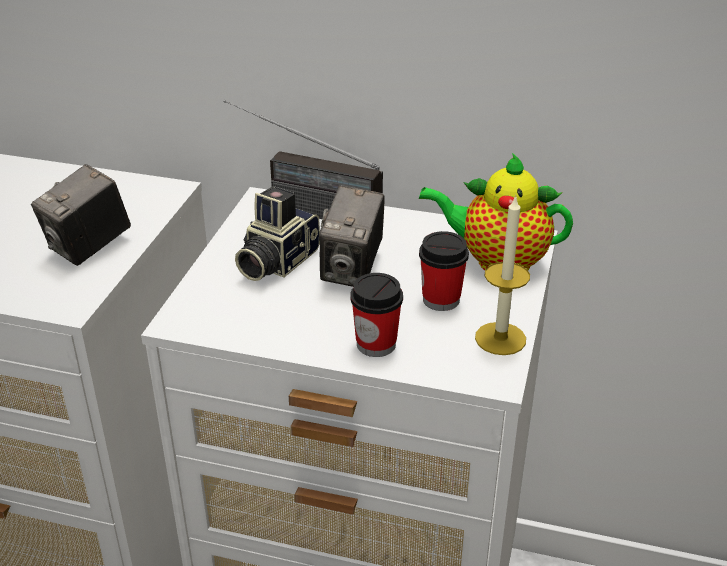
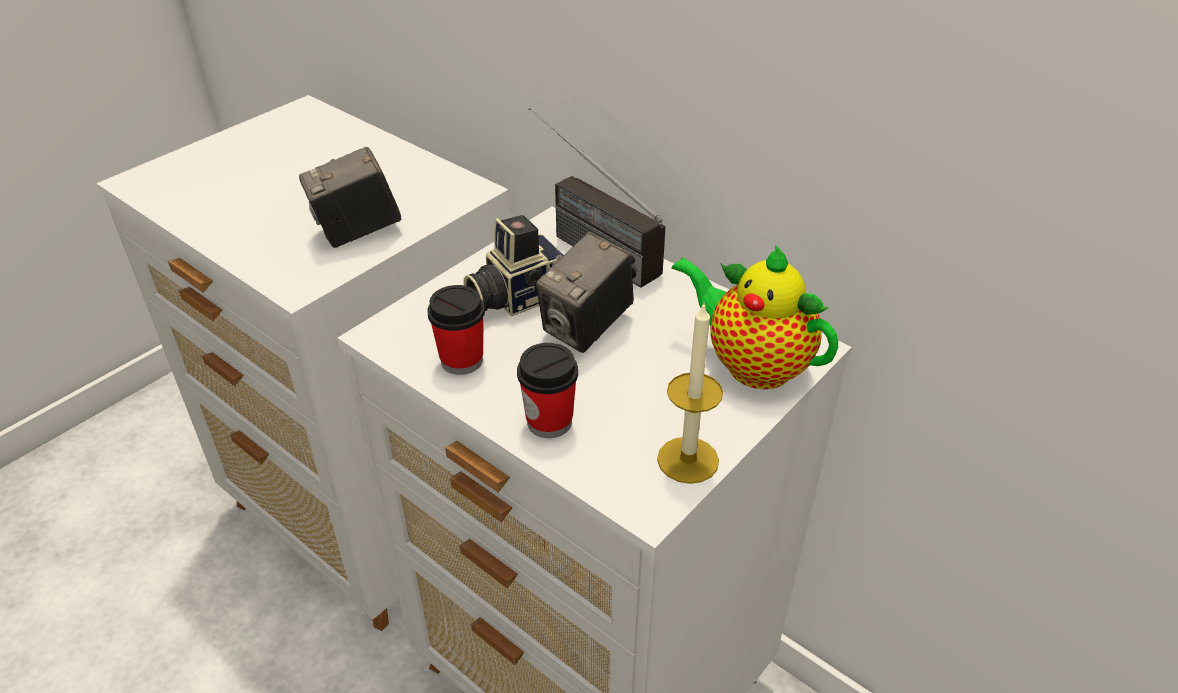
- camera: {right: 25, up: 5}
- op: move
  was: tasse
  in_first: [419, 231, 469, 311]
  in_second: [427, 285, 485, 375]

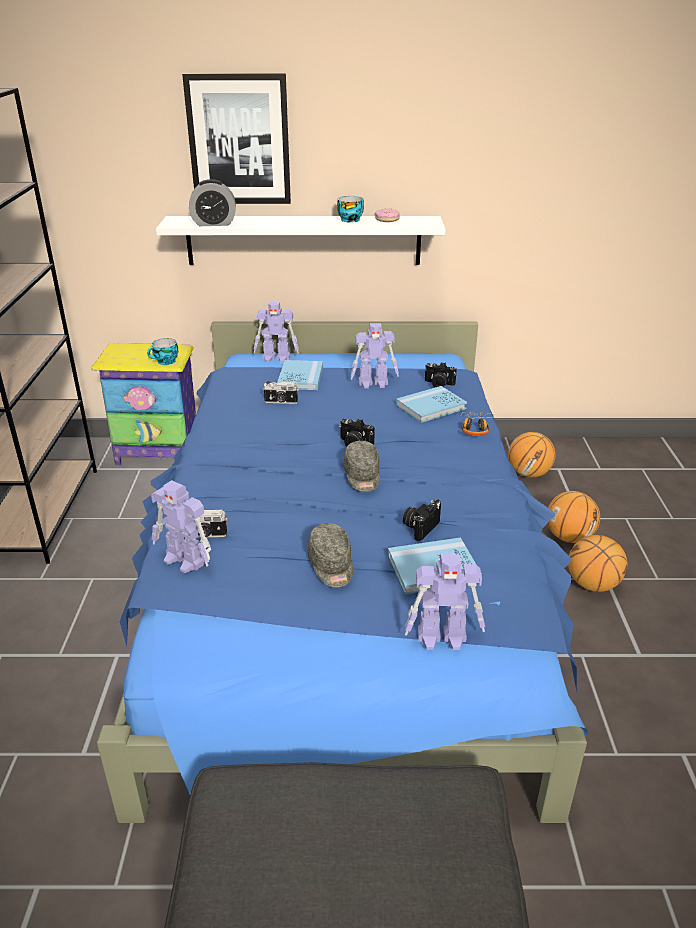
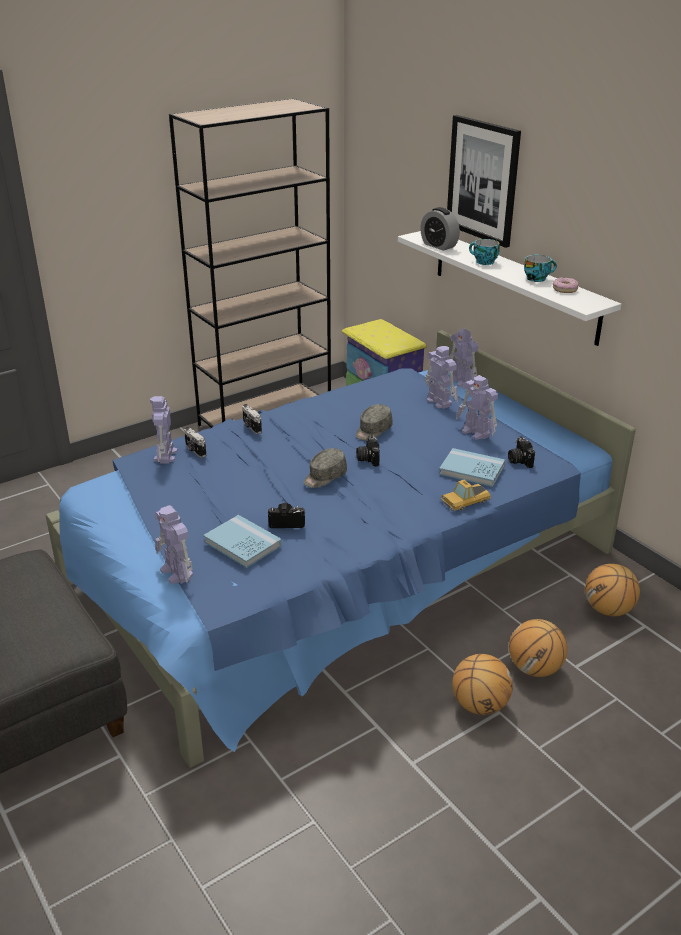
- camera: {right: 55, up: 0}
- op: move
  was: tasse
  in_first: [147, 338, 178, 365]
  in_second: [469, 239, 500, 265]
- op: move
  was: appareil photo
  in_first: [263, 381, 299, 404]
  in_second: [242, 404, 262, 434]
- op: replace
  was: livre [bleu]
  now: robot jouet
  in_first: [277, 360, 323, 390]
  in_second: [424, 346, 458, 409]
- op: move
  was: casquette [gris]
  in_first: [308, 523, 353, 587]
  in_second: [356, 404, 393, 441]
- op: replace
  was: casque audio
  now: petite voiture
  in_first: [457, 412, 494, 436]
  in_second: [440, 480, 491, 511]

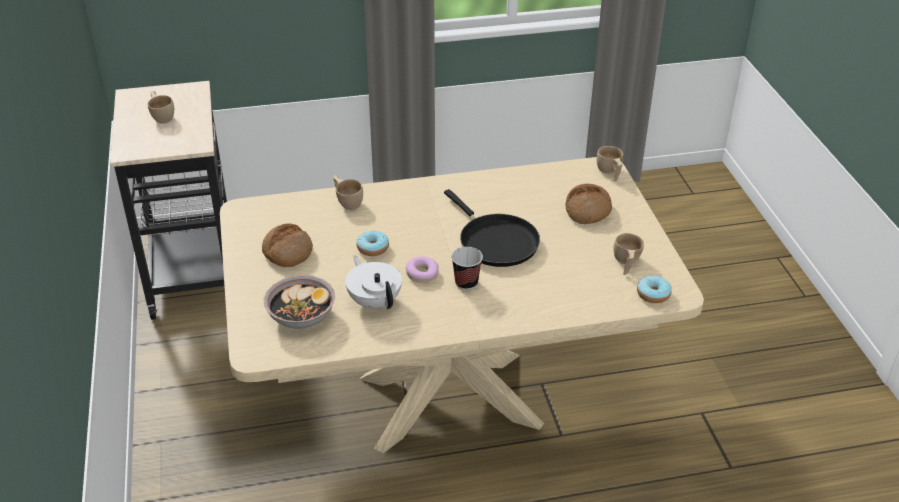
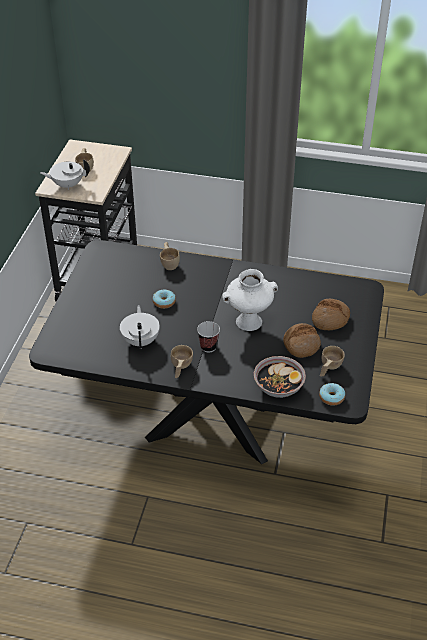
- camera: {right: 25, up: 5}
- op: recolor
  was: table à manger [beige]
  now: table à manger [noir]
  in_first: [220, 157, 704, 453]
  in_second: [29, 240, 384, 464]
- op: move
  was: pain
  in_first: [262, 223, 313, 267]
  in_second: [283, 323, 321, 358]
- op: move
  was: bol
  in_first: [264, 275, 335, 329]
  in_second: [254, 356, 306, 398]
- op: delete
  was: beignet
  in_first: [406, 256, 439, 282]
- op: replace
  was: poêle [noir]
  now: vase [blanc]
  in_first: [444, 189, 540, 267]
  in_second: [222, 269, 278, 331]
- op: move
  was: tasse [beige]
  in_first: [597, 146, 623, 182]
  in_second: [171, 345, 193, 378]
- op: insert
  now: théière [blanc]
  in_second: [40, 159, 90, 190]

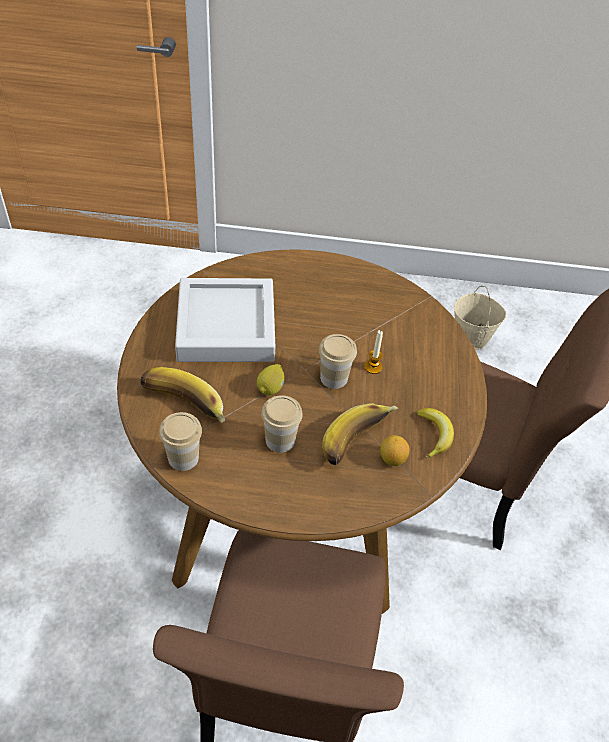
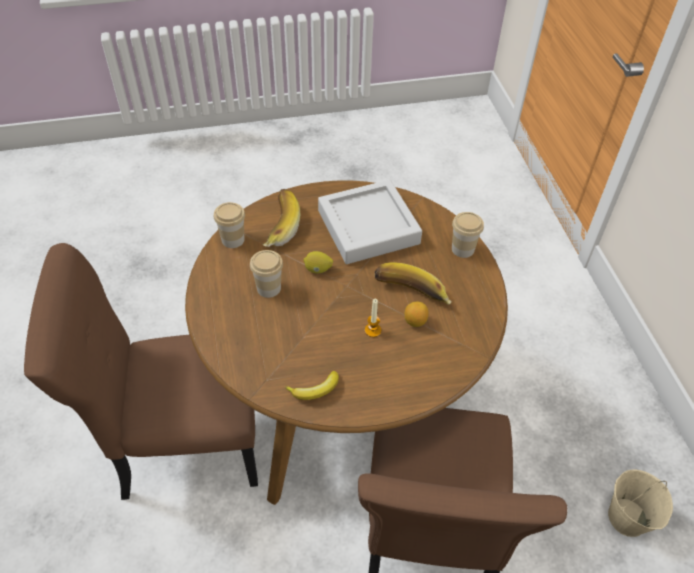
- camera: {right: 75, up: 0}
- op: move
  was: tasse
  in_first: [319, 334, 357, 389]
  in_second: [452, 212, 484, 258]
- op: move
  was: banane
  in_first: [322, 403, 399, 466]
  in_second: [375, 262, 451, 304]
- op: move
  was: citron
  in_first: [380, 435, 410, 466]
  in_second: [405, 302, 429, 327]

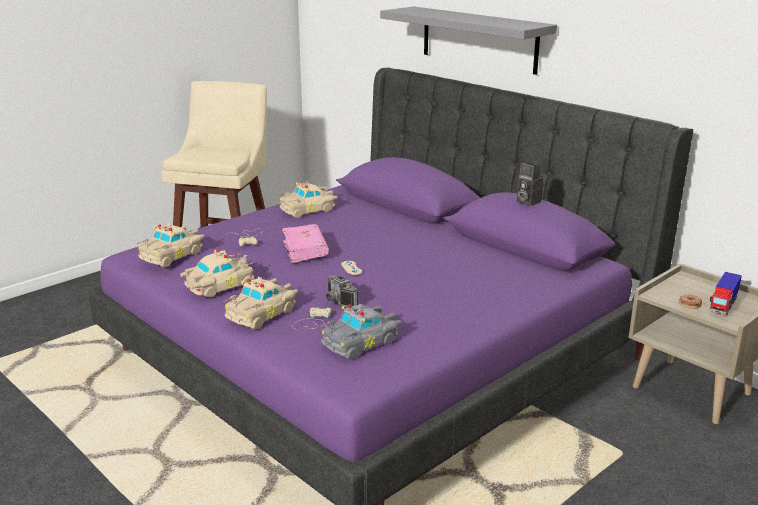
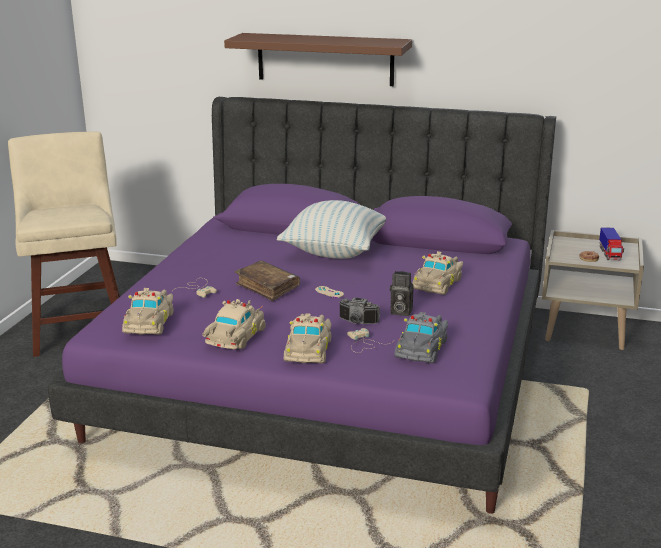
- camera: {right: -30, up: 0}
- op: move
  was: petite voiture [beige]
  in_first: [280, 181, 337, 218]
  in_second: [412, 251, 463, 295]
- op: recolor
  was: livre [rose]
  now: livre [marron]
  in_first: [282, 224, 329, 263]
  in_second: [235, 261, 300, 301]
- op: recolor
  was: étagère [gris]
  now: étagère [marron]
  in_first: [380, 6, 557, 75]
  in_second: [224, 33, 412, 86]
- op: move
  was: appareil photo
  in_first: [517, 162, 543, 206]
  in_second: [390, 271, 414, 316]
- op: insert
  now: coussin
  in_second: [277, 200, 386, 259]

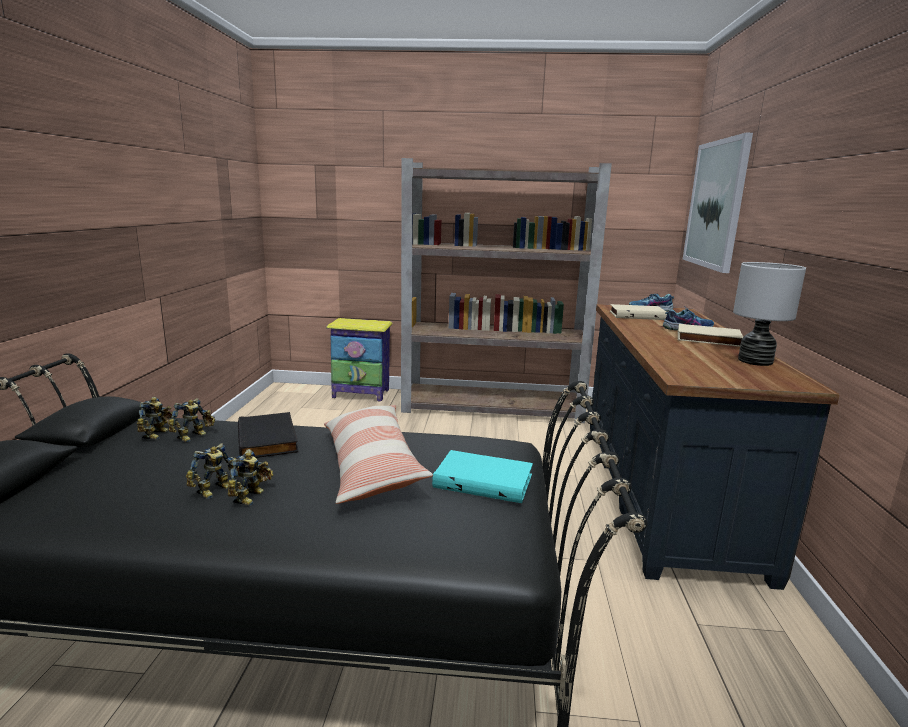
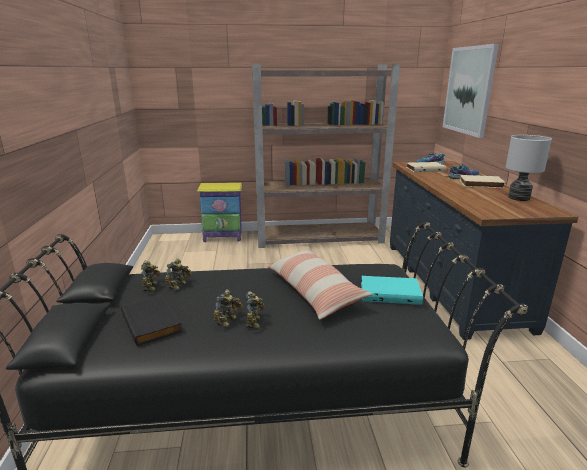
- camera: {right: -10, up: 5}
- op: move
  was: livre [noir]
  in_first: [238, 412, 299, 458]
  in_second: [121, 295, 182, 346]

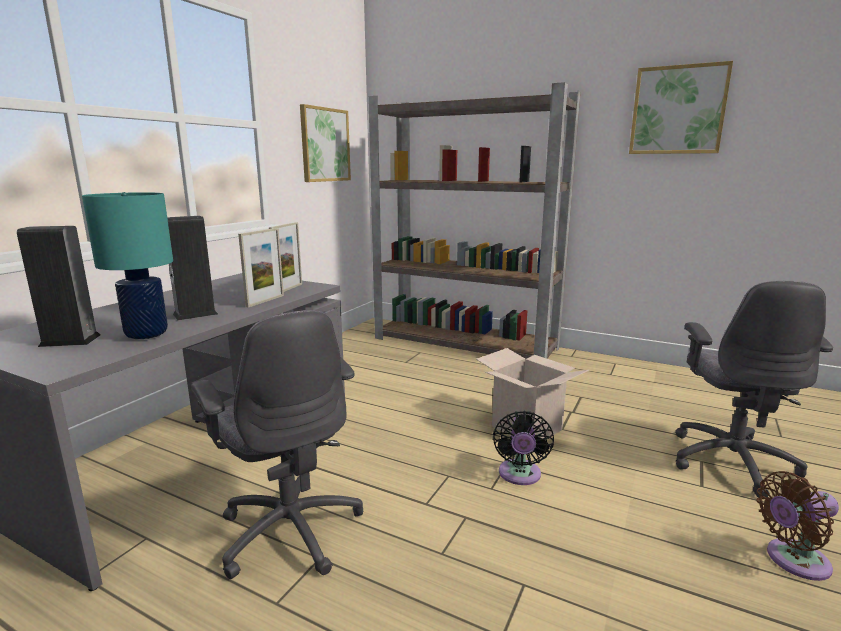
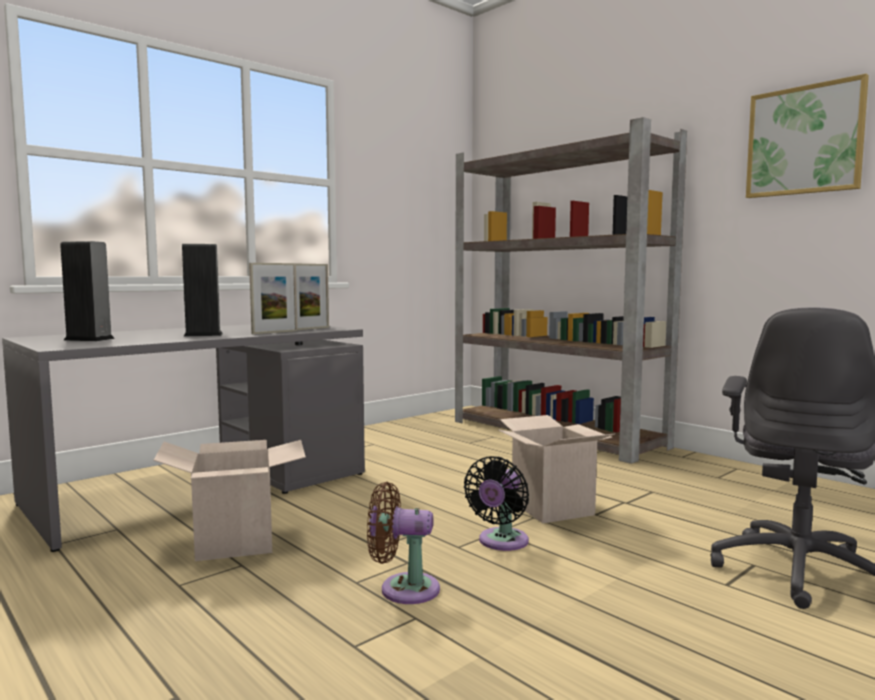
- camera: {right: 20, up: -10}
- op: delete
  was: lampe de table [turquoise]
  in_first: [82, 192, 173, 339]
- op: replace
  was: chaise de bureau [gris]
  now: carton
  in_first: [191, 310, 363, 579]
  in_second: [153, 440, 306, 561]
- op: delete
  was: tableau
  in_first: [300, 104, 351, 182]
- op: move
  was: ventilateur [marron]
  in_first: [756, 471, 839, 581]
  in_second: [367, 482, 440, 604]

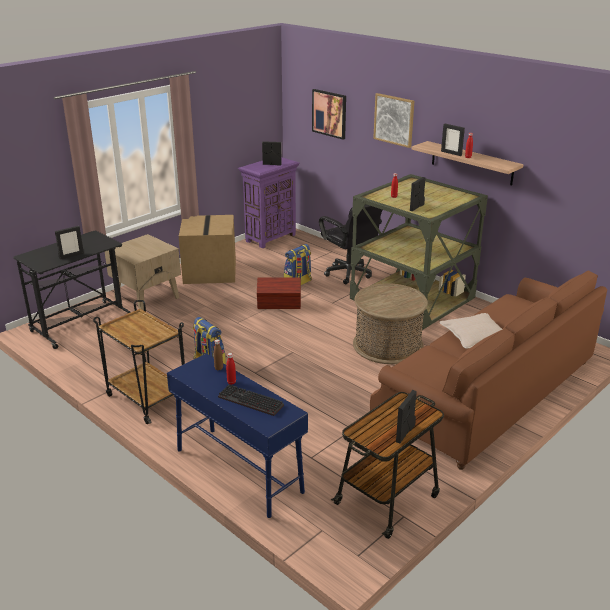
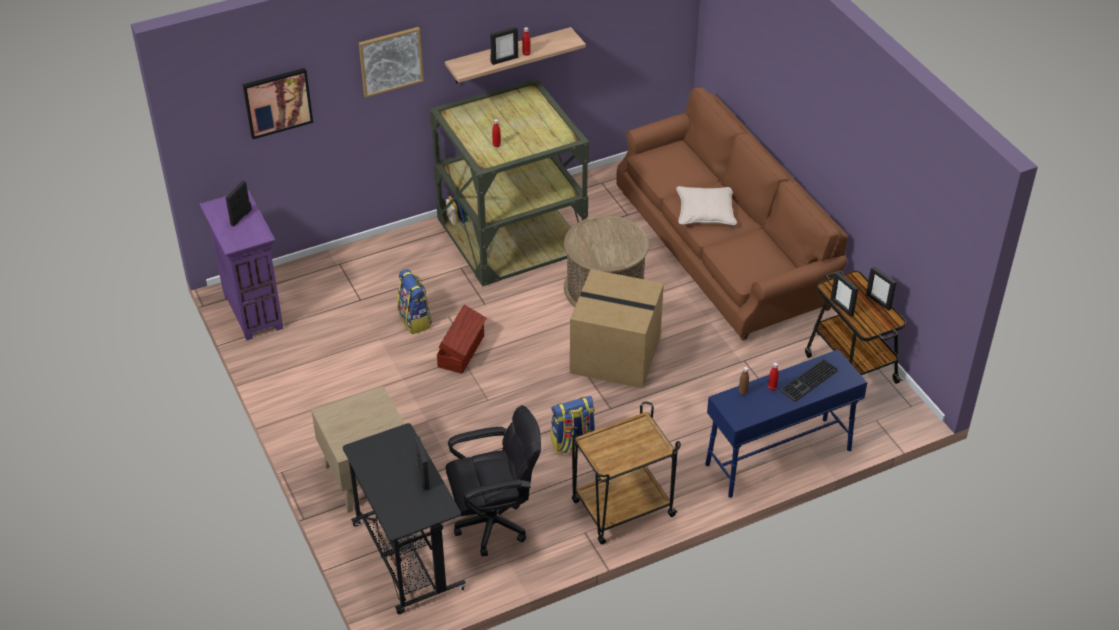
- camera: {right: -70, up: 15}
- op: move
  was: carton
  in_first: [179, 215, 236, 284]
  in_second: [570, 269, 664, 388]
- op: move
  was: chaise de bureau [noir]
  in_first: [319, 204, 383, 285]
  in_second: [445, 405, 541, 556]
- op: move
  was: cadre photo
  in_first: [410, 177, 426, 211]
  in_second: [830, 271, 858, 317]

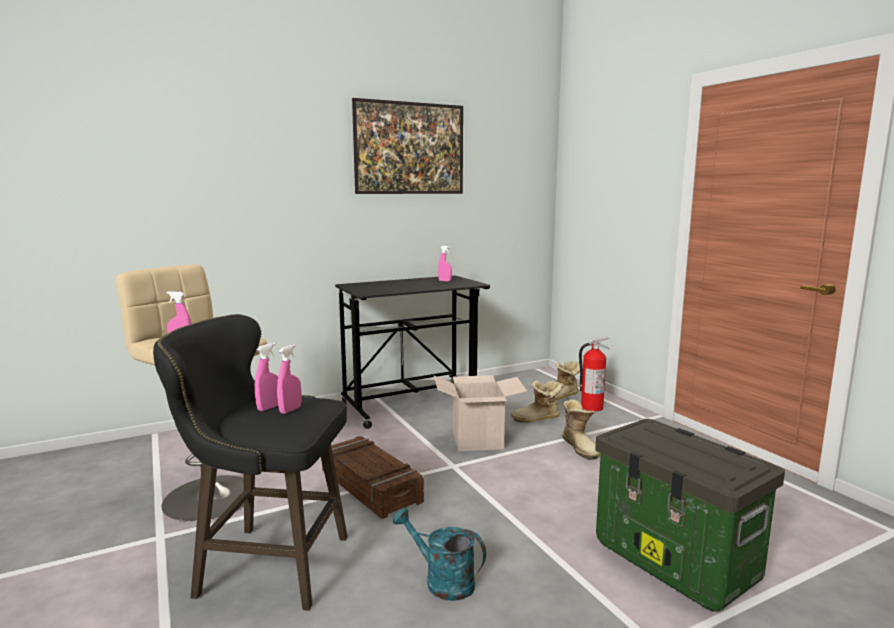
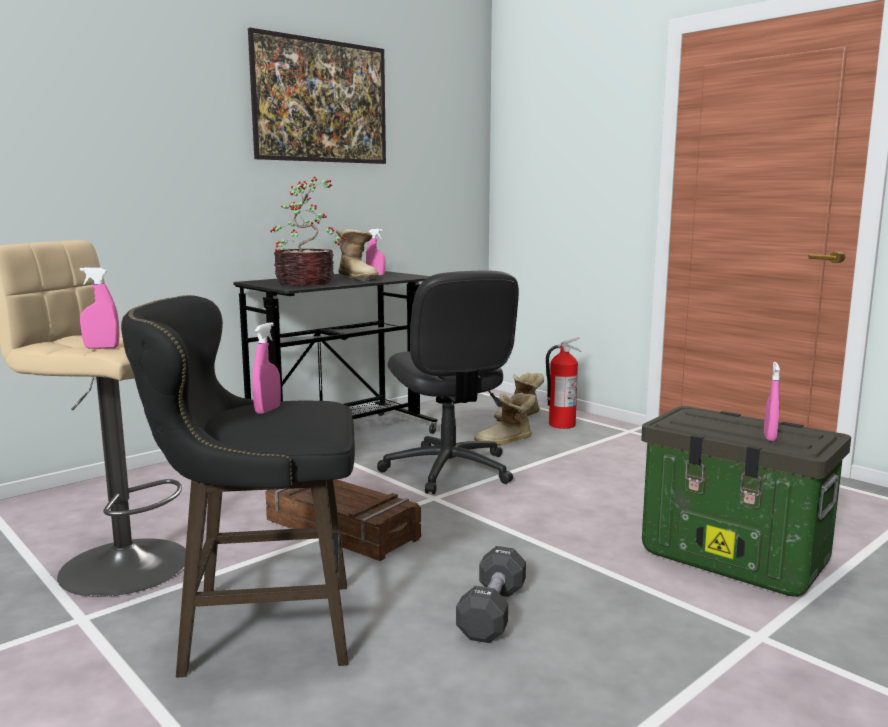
- camera: {right: -15, up: 0}
- op: move
  was: vaporisateur [rose]
  in_first: [277, 344, 301, 414]
  in_second: [764, 362, 780, 441]
- op: replace
  was: arrosoir [turquoise]
  now: haltère [noir]
  in_first: [393, 507, 486, 601]
  in_second: [456, 546, 526, 643]
- op: replace
  was: carton
  now: chaise de bureau [noir]
  in_first: [434, 375, 527, 451]
  in_second: [377, 271, 519, 494]
- op: move
  was: botte
  in_first: [562, 399, 601, 460]
  in_second: [336, 229, 379, 281]
- op: insert
  now: plante en pot
  in_second: [270, 176, 345, 286]

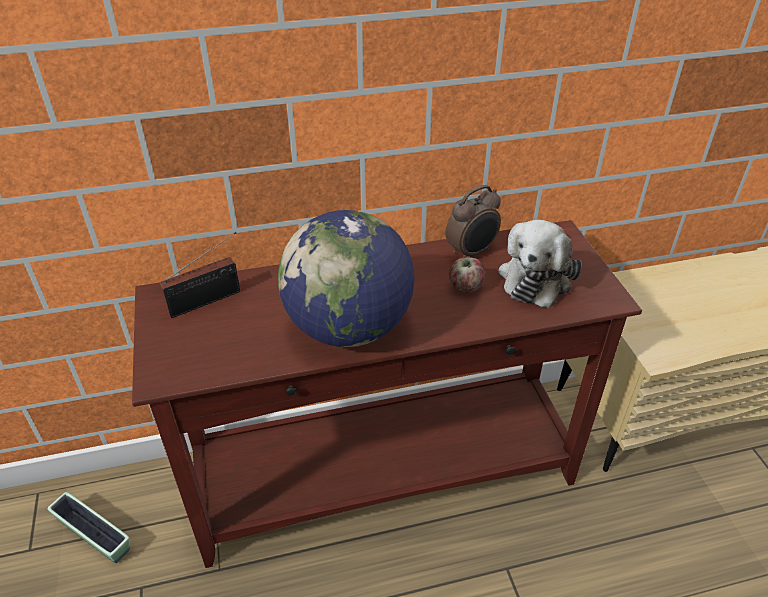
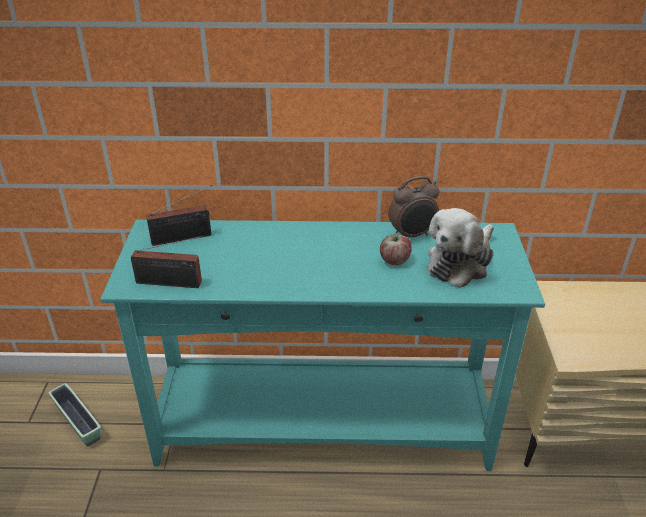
- camera: {right: 15, up: -5}
- op: recolor
  was: table console [marron]
  now: table console [turquoise]
  in_first: [132, 220, 642, 568]
  in_second: [100, 220, 545, 471]
- op: delete
  was: globe
  in_first: [278, 210, 415, 347]
- op: insert
  now: radio
  in_second: [131, 236, 203, 288]

